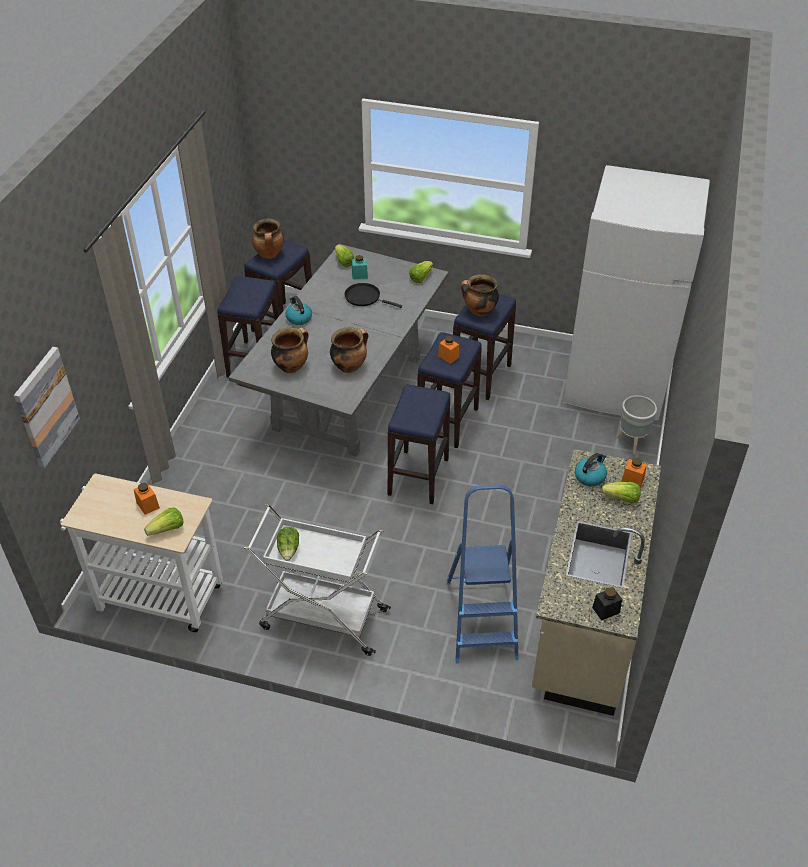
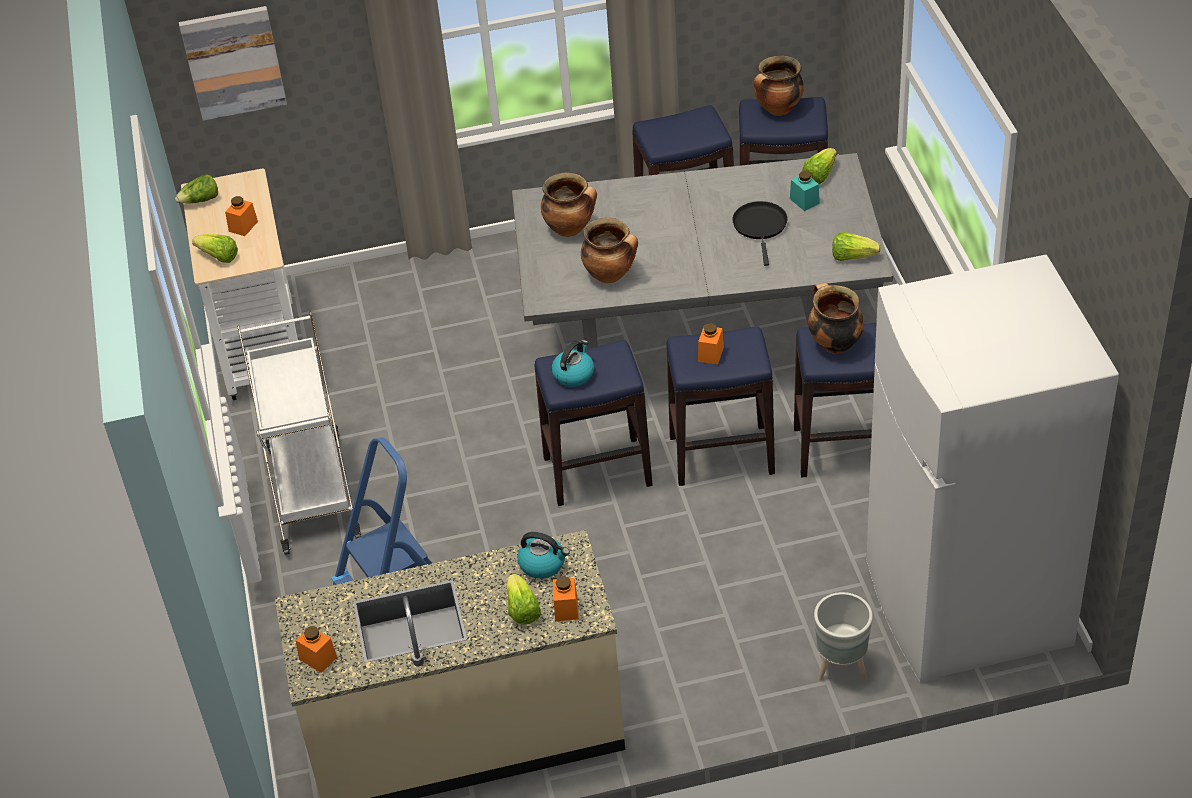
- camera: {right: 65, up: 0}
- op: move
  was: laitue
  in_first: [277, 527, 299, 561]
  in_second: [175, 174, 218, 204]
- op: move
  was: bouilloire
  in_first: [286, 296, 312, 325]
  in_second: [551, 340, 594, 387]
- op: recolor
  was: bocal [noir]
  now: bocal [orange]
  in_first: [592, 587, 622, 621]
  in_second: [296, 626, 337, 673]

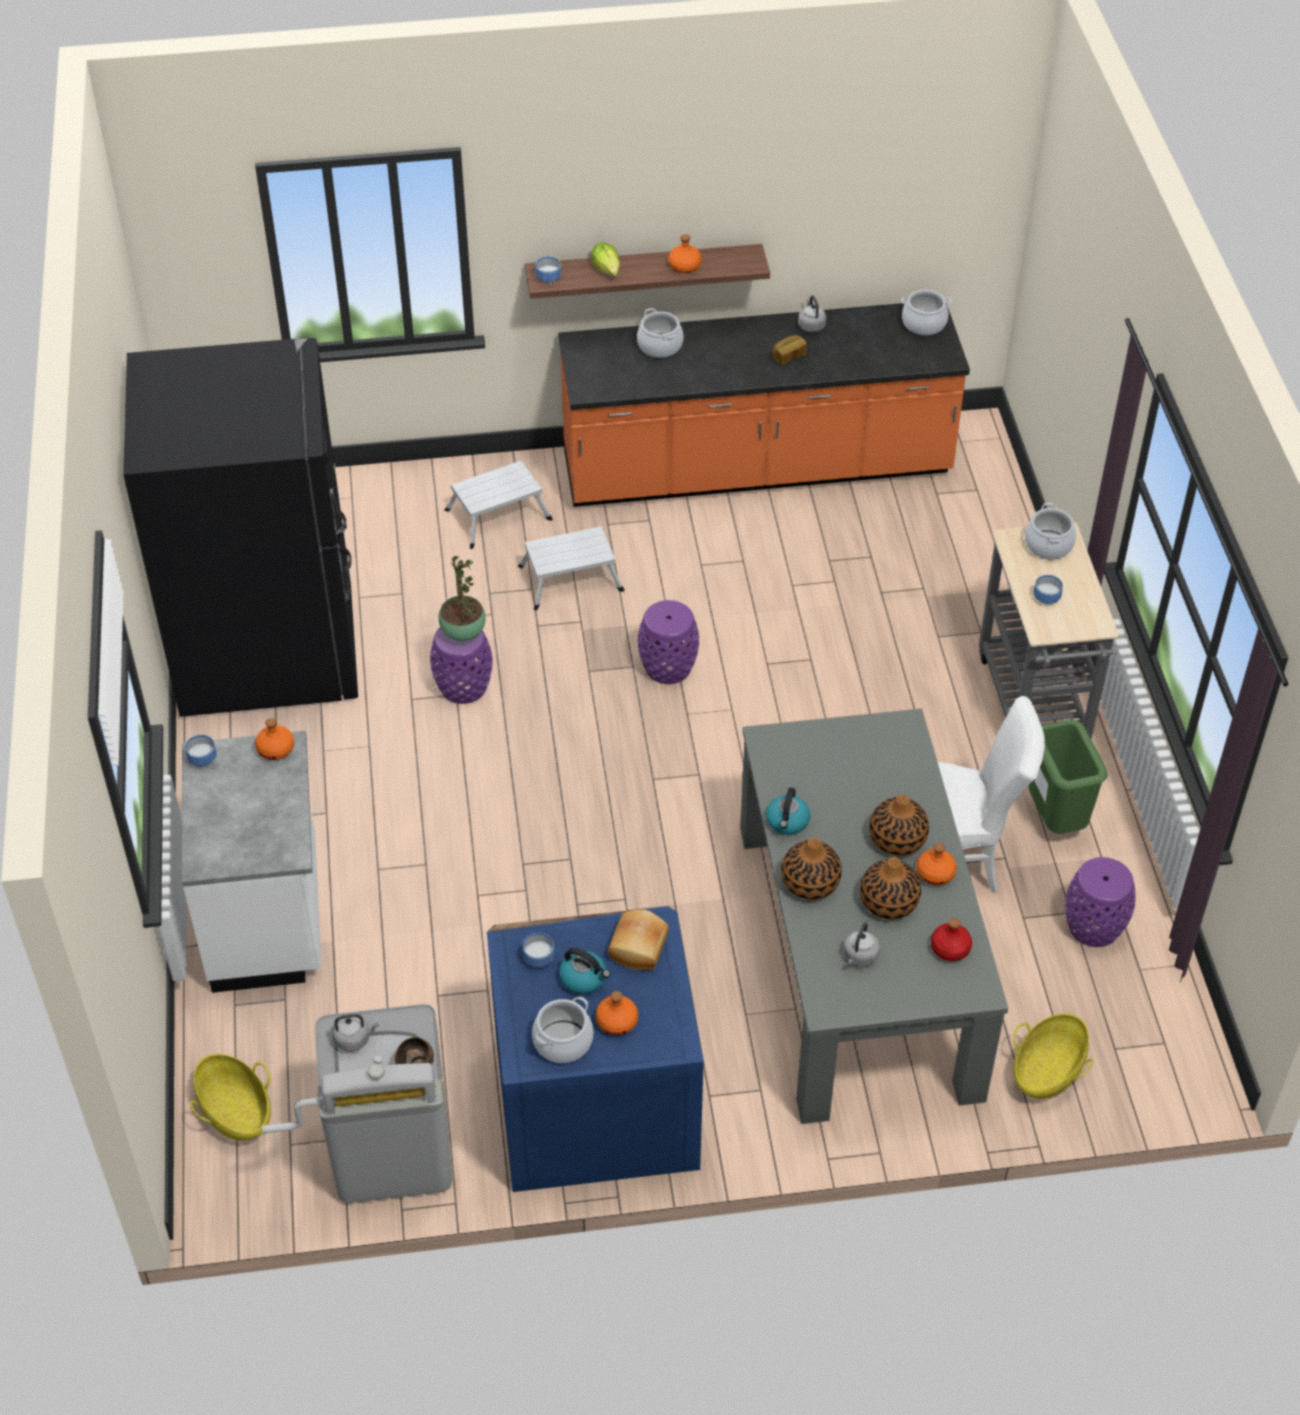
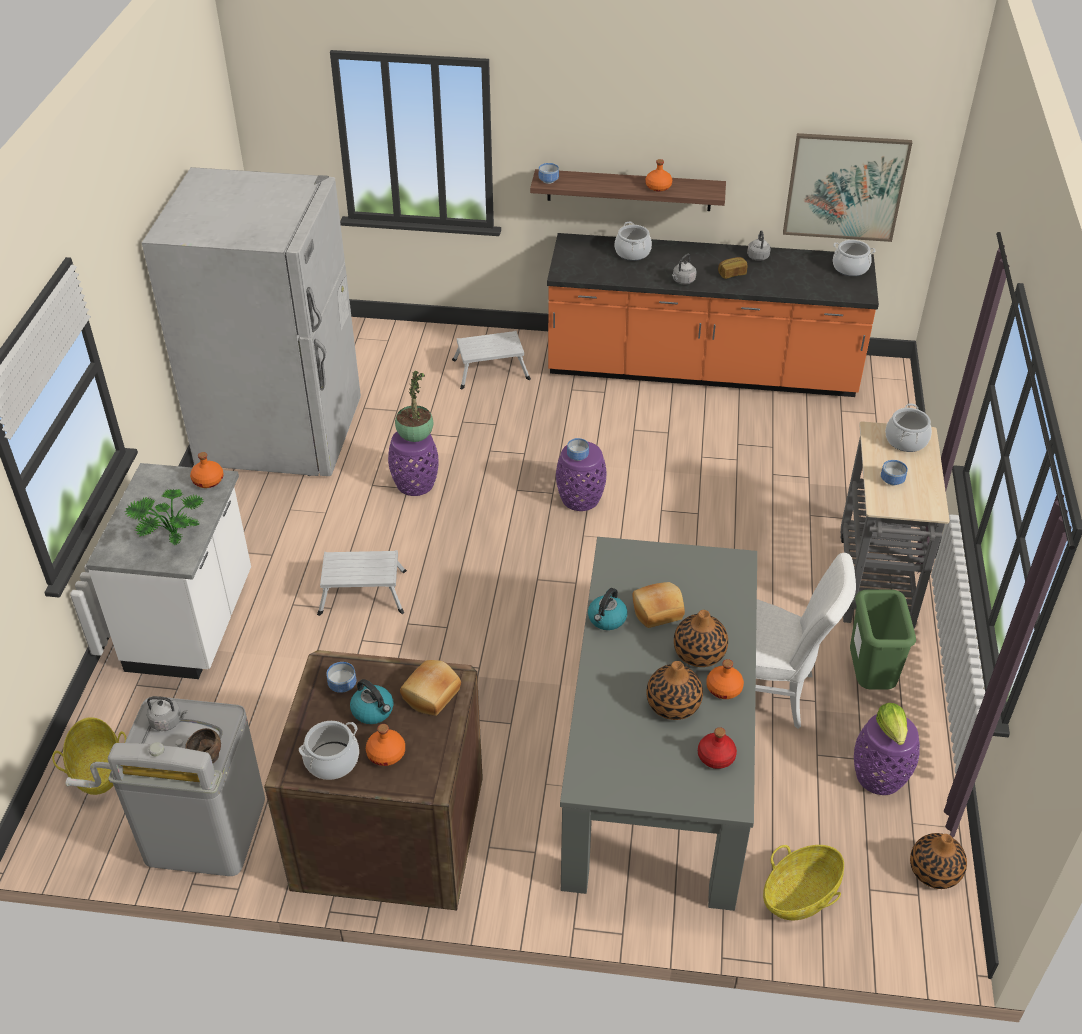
- camera: {right: 15, up: -5}
- op: recolor
  was: réfrigérateur [noir]
  now: réfrigérateur [blanc]
  in_first: [123, 337, 358, 717]
  in_second: [142, 167, 361, 476]
- op: move
  was: bol
  in_first: [185, 735, 217, 766]
  in_second: [567, 438, 589, 461]
- op: recolor
  was: commode [bleu]
  now: commode [marron]
  in_first: [487, 906, 704, 1192]
  in_second: [264, 650, 483, 910]
- op: move
  was: escabeau [blanc]
  in_first: [518, 526, 625, 611]
  in_second: [317, 550, 407, 616]
- op: move
  was: laitue
  in_first: [591, 243, 620, 276]
  in_second: [876, 703, 908, 745]
- op: move
  was: vase
  in_first: [781, 838, 842, 900]
  in_second: [910, 833, 967, 889]
- op: move
  was: bouilloire [gris]
  in_first: [843, 922, 880, 967]
  in_second: [672, 254, 697, 285]
- op: insert
  now: plante en pot
  in_second: [125, 489, 204, 545]
- op: insert
  now: pain
  in_second: [632, 582, 685, 628]
- op: insert
  now: tableau
  in_second: [783, 133, 912, 242]

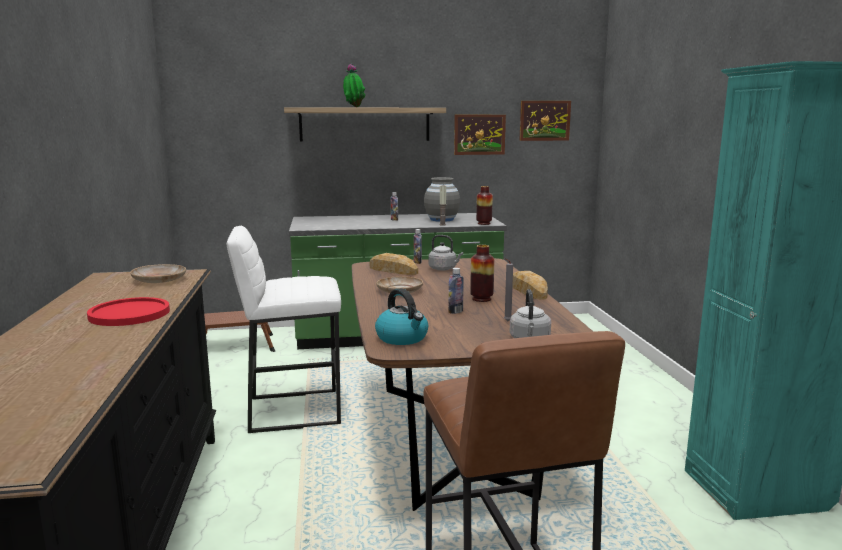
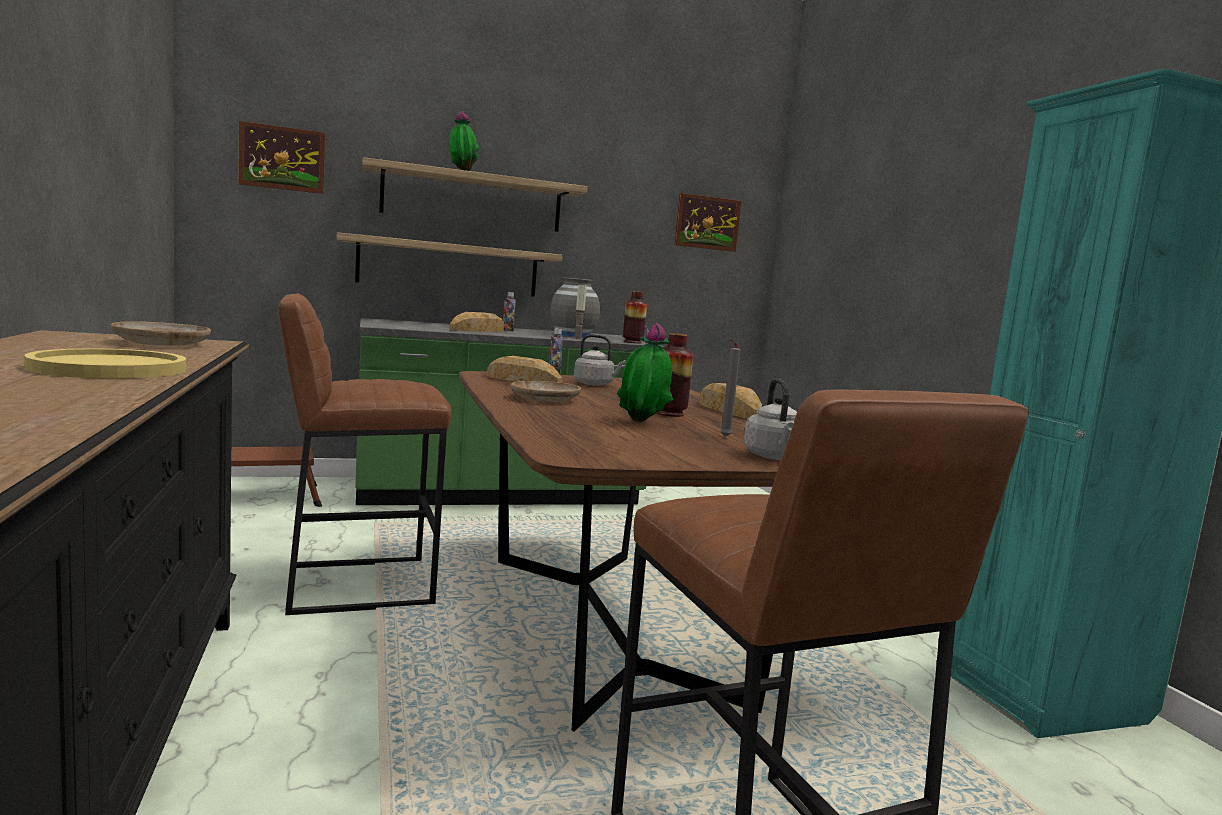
- camera: {right: -10, up: -5}
- op: recolor
  was: assiette [rouge]
  now: assiette [jaune]
  in_first: [87, 297, 170, 326]
  in_second: [24, 348, 186, 378]
- op: recolor
  was: tabouret [blanc]
  now: tabouret [marron]
  in_first: [227, 226, 341, 433]
  in_second: [278, 293, 452, 615]
- op: delete
  was: bouilloire
  in_first: [375, 288, 428, 345]
- op: replace
  was: bouteille
  now: plante en pot
  in_first: [448, 268, 464, 314]
  in_second: [617, 323, 673, 422]
- op: move
  was: tableau
  in_first: [454, 115, 506, 155]
  in_second: [238, 121, 325, 194]
- op: insert
  now: étagère
  in_second: [337, 232, 563, 297]
- op: insert
  now: pain
  in_second: [450, 312, 504, 332]

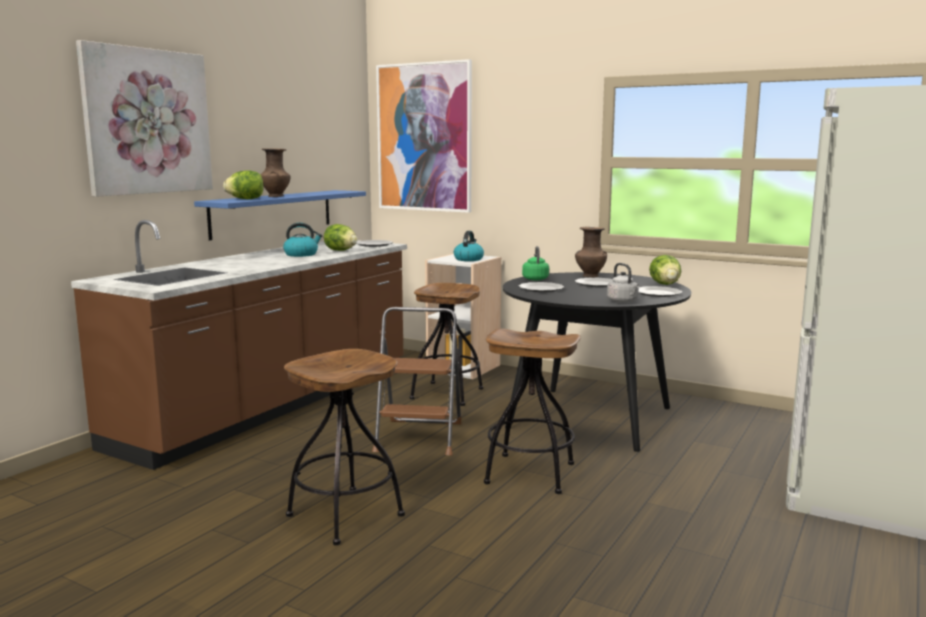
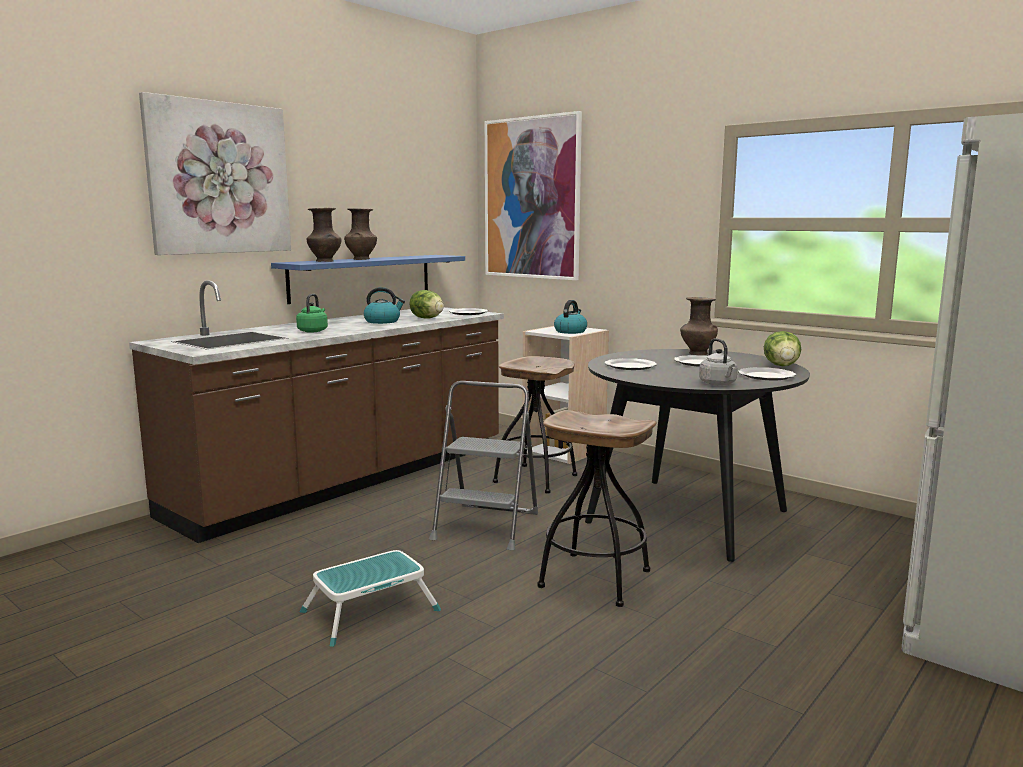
- camera: {right: 10, up: 0}
- op: replace
  was: laitue
  now: vase [marron]
  in_first: [223, 171, 264, 199]
  in_second: [307, 208, 342, 262]
- op: replace
  was: tabouret [marron]
  now: escabeau [turquoise]
  in_first: [284, 349, 405, 546]
  in_second: [300, 550, 441, 647]
- op: recolor
  was: escabeau [marron]
  now: escabeau [gris]
  in_first: [372, 307, 461, 456]
  in_second: [429, 381, 538, 550]
- op: move
  was: bouilloire [vert]
  in_first: [522, 246, 549, 280]
  in_second: [296, 294, 328, 333]

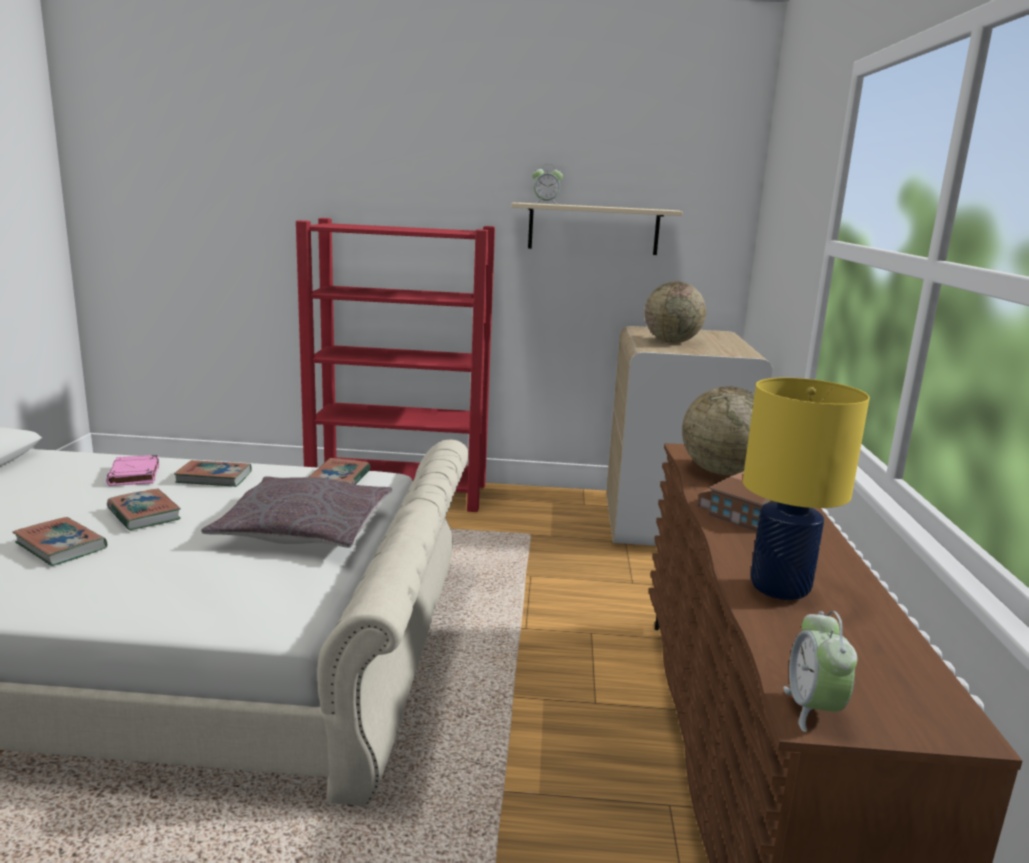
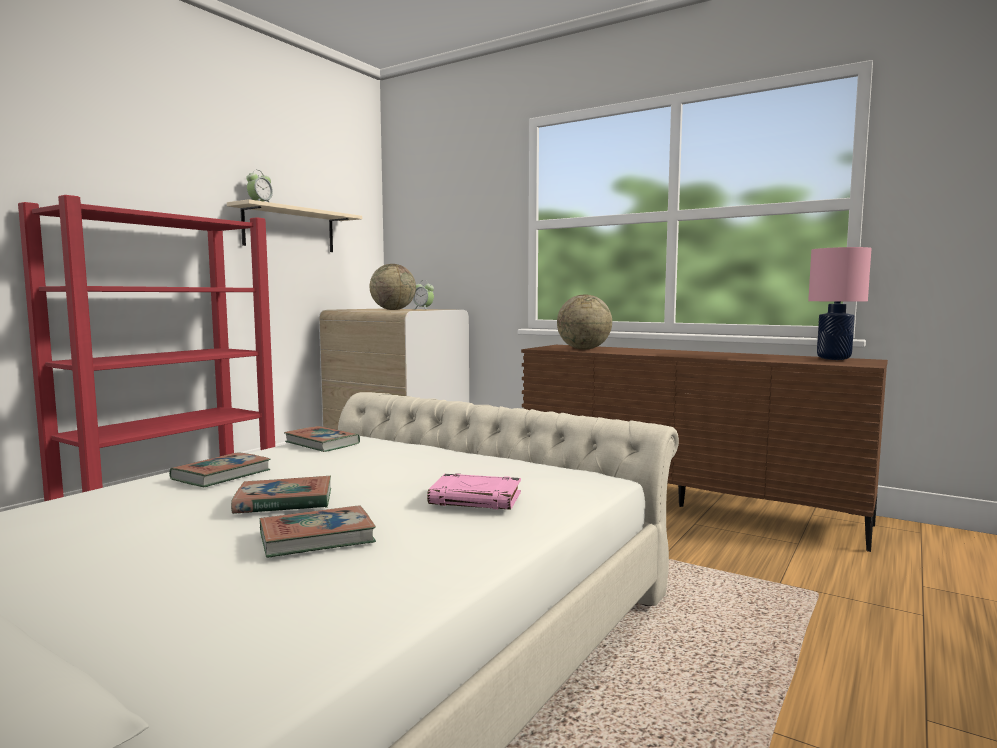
- camera: {right: -60, up: -10}
- op: move
  was: livre [rose]
  in_first: [106, 455, 159, 486]
  in_second: [427, 474, 521, 510]
- op: delete
  was: coussin [gris]
  in_first: [201, 476, 392, 548]
- op: delete
  was: maison miniature
  in_first: [698, 471, 773, 532]
- op: delete
  was: lampe de table [jaune]
  in_first: [743, 378, 870, 600]
- op: move
  was: réveil
  in_first: [783, 611, 858, 732]
  in_second: [413, 280, 434, 309]
- op: insert
  now: lampe de table [rose]
  in_second: [808, 247, 872, 360]

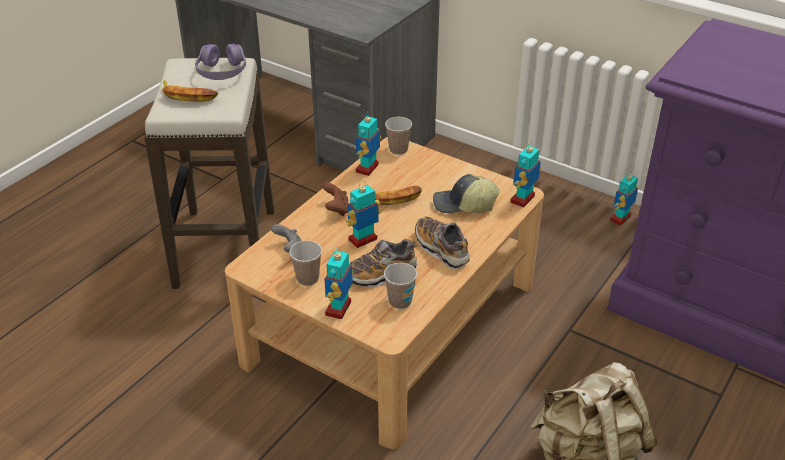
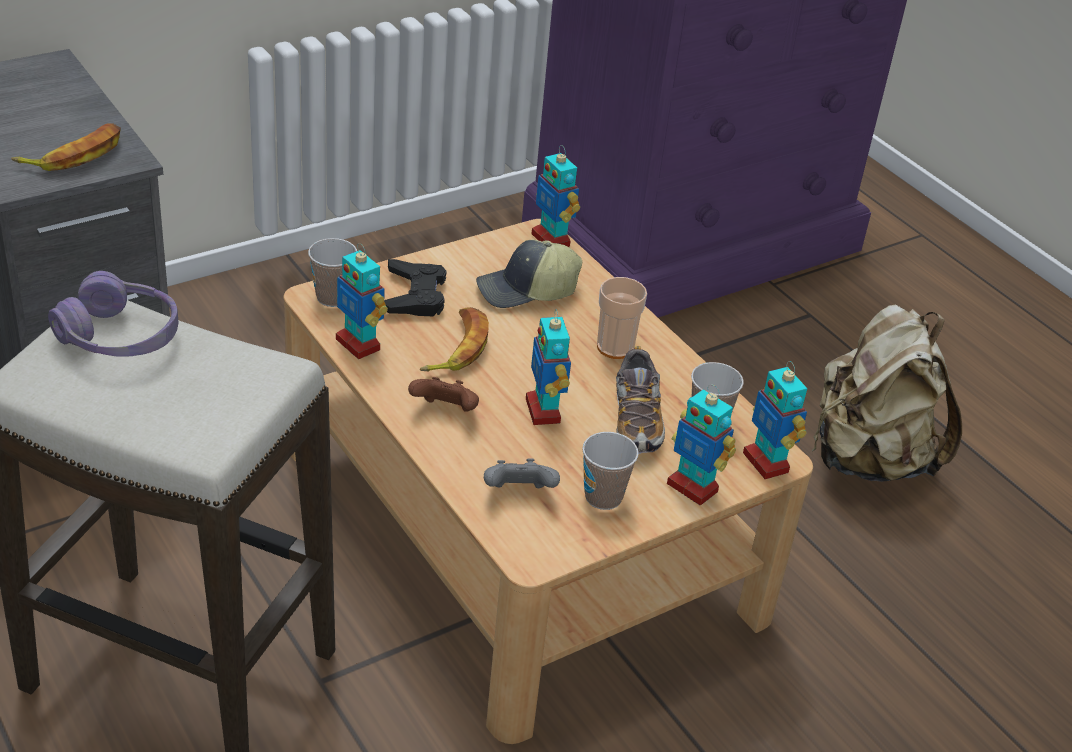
- camera: {right: -70, up: 0}
- op: move
  was: banane
  in_first: [162, 80, 218, 102]
  in_second: [11, 123, 121, 171]
- op: replace
  was: chaussure
  now: tasse
  in_first: [415, 216, 470, 269]
  in_second: [597, 277, 647, 359]
- op: rotate
  was: casquette
  in_first: [433, 174, 500, 213]
  in_second: [476, 240, 582, 308]
  clockwise: 45
- op: move
  was: robot jouet
  in_first: [610, 173, 638, 225]
  in_second: [743, 361, 807, 479]
- op: insert
  now: manette [noir]
  in_second: [384, 259, 447, 316]

